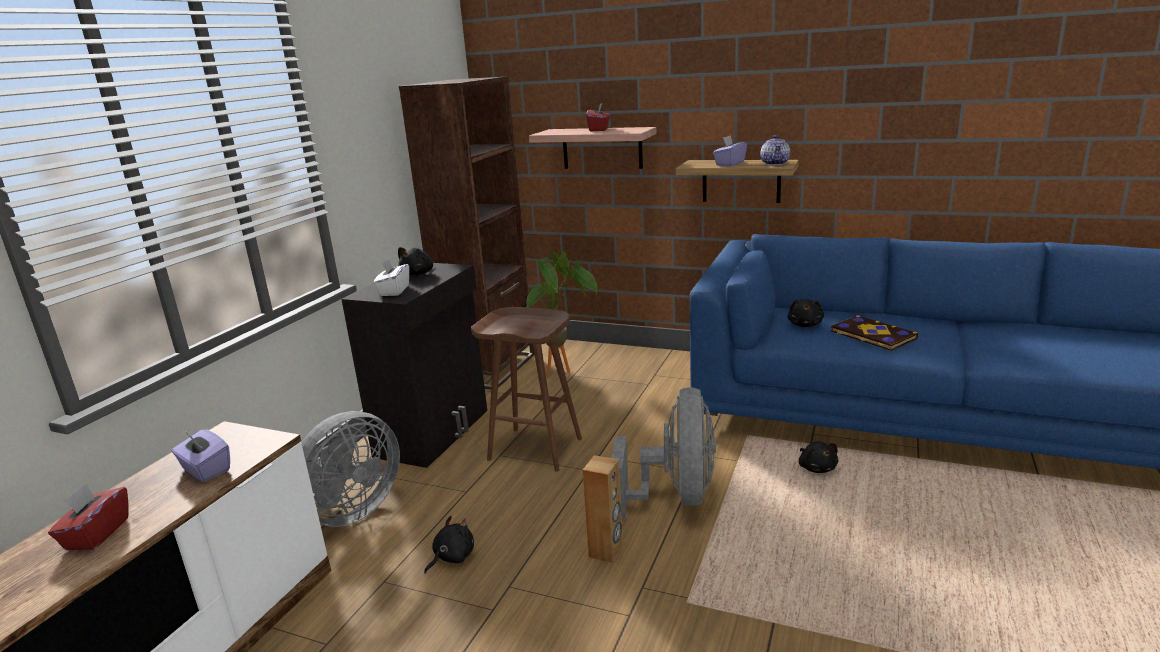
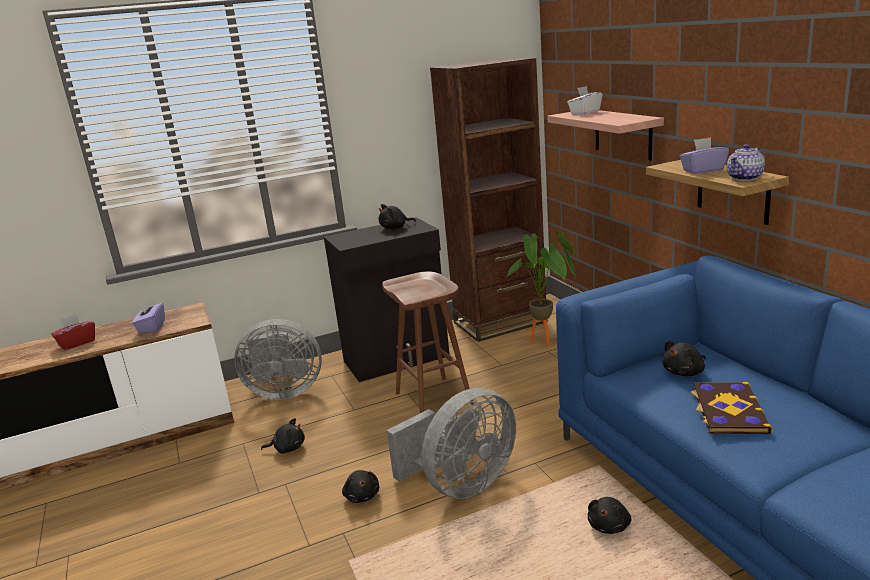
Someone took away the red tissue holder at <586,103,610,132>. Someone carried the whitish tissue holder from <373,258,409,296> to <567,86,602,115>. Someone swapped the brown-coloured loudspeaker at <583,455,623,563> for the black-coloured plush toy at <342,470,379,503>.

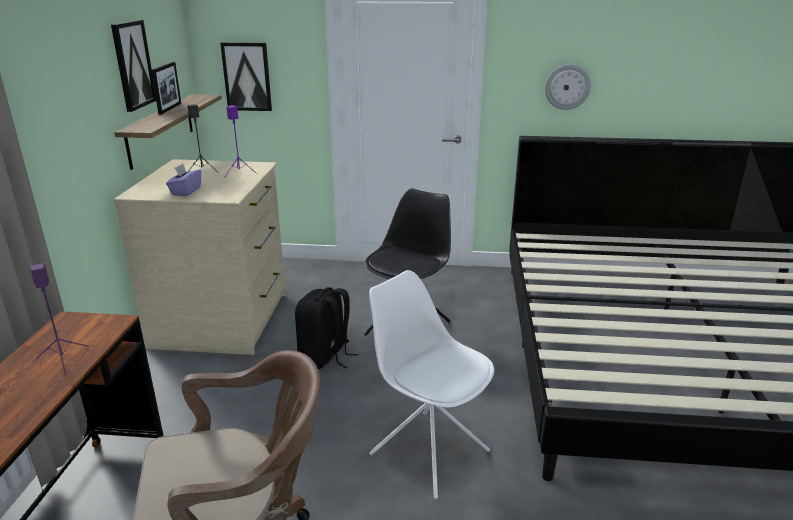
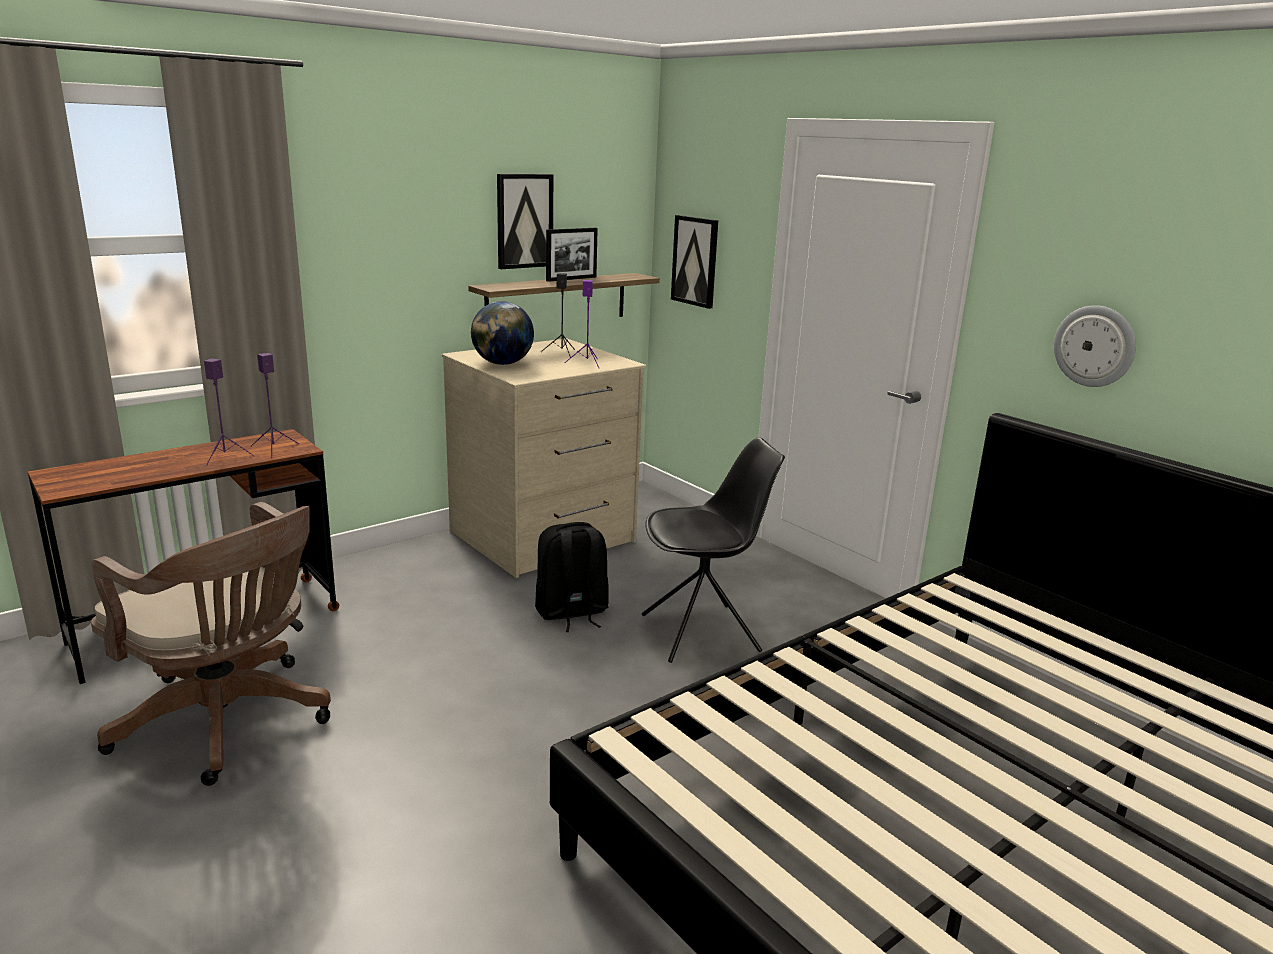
Someone swapped the purple tissue holder at <166,164,201,196> for the globe at <471,301,534,365>. Someone took away the whitish upright chair at <369,270,494,499>. Someone put down the purple loudspeaker at <251,353,299,458>.

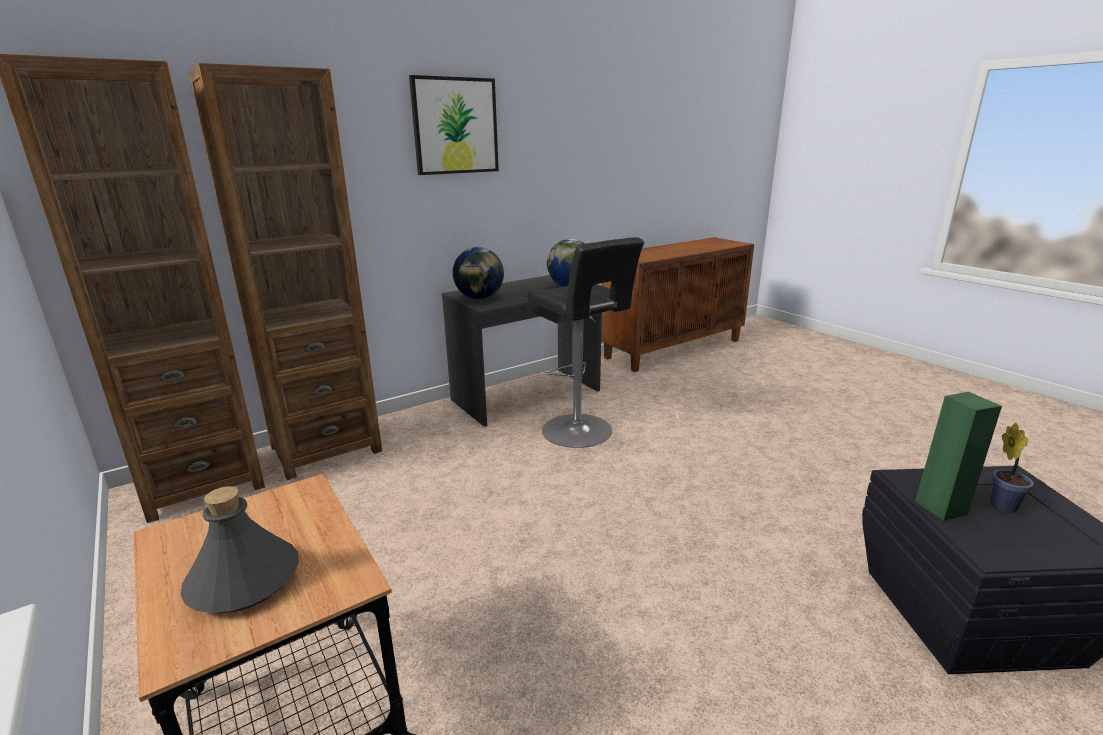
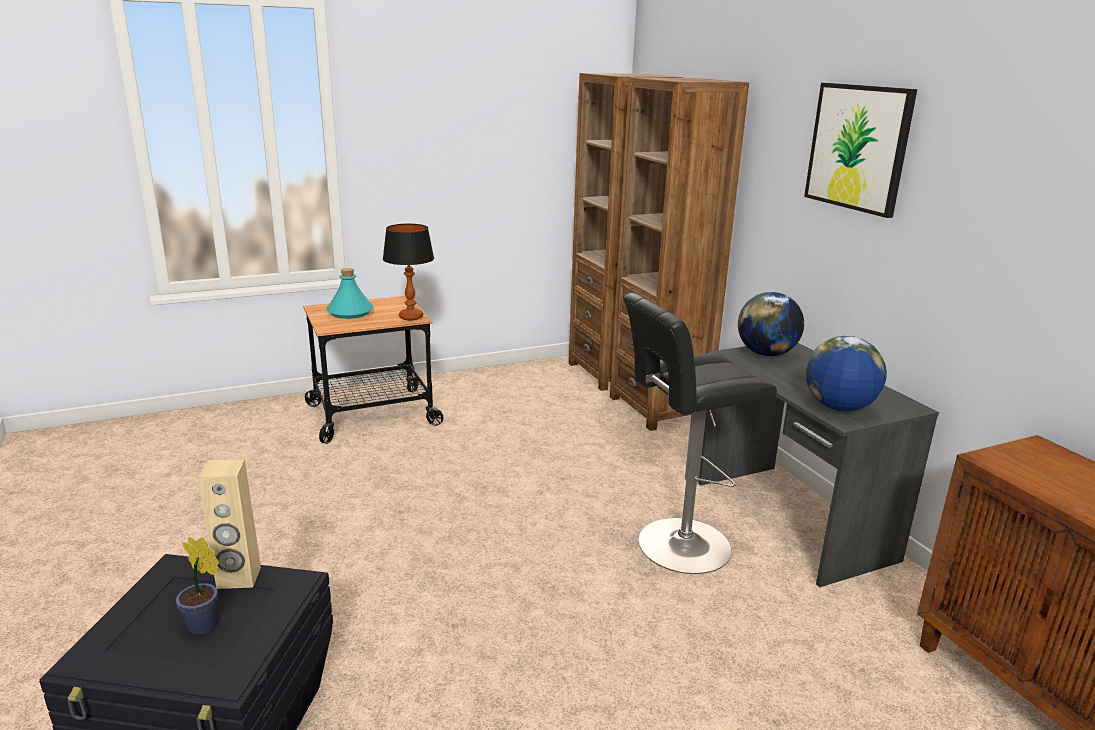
Someone repainted the green loudspeaker at <915,392,1002,521>, which became the sand-coloured loudspeaker at <198,459,261,589>. Someone repainted the grey beverage bottle at <180,486,299,613>, which became the blue-green beverage bottle at <327,268,374,319>. Someone put down the lamp for a table at <383,224,434,321>.

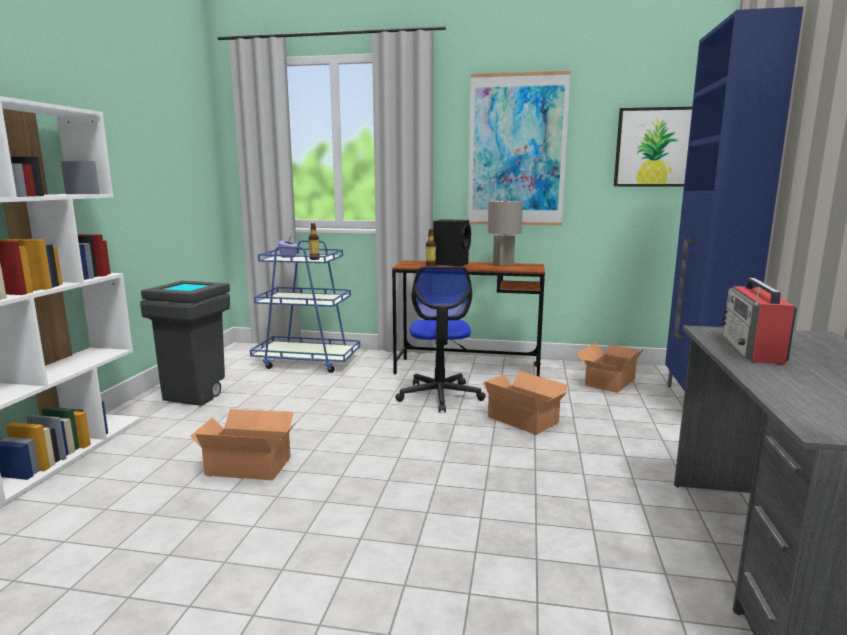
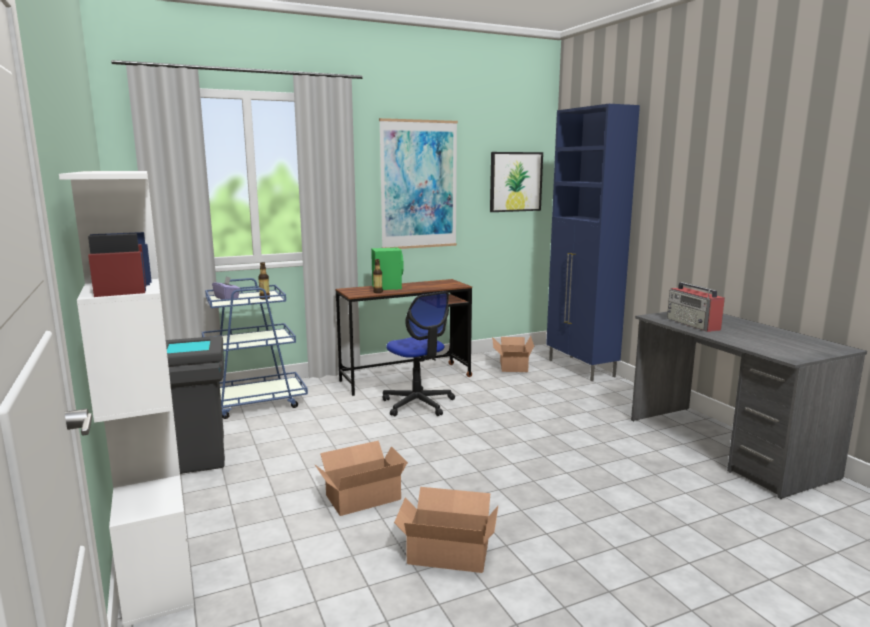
Someone took away the grey lamp for a table at <488,201,523,266>. Someone repainted the black-coloured loudspeaker at <433,219,471,266>, which became the green loudspeaker at <371,247,404,290>. Someone carried the packing box from <482,371,568,435> to <394,487,498,573>.

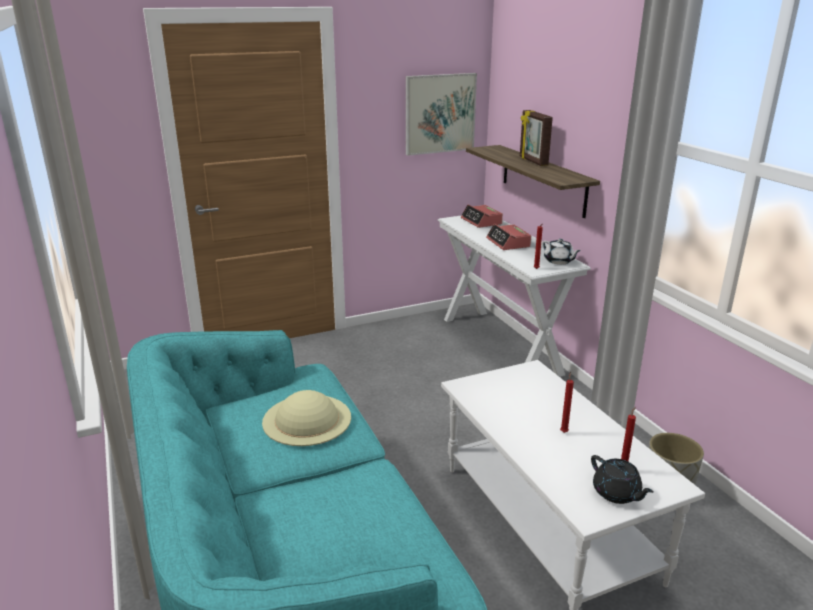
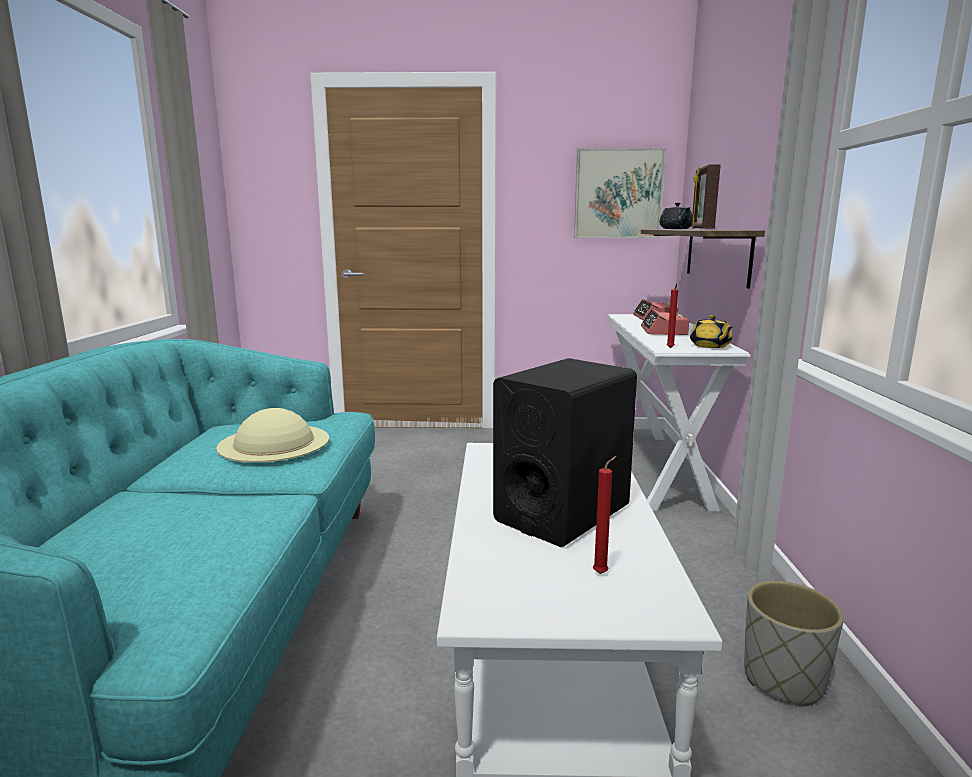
Someone repainted the whitish teapot at <542,239,580,265>, which became the yellow-coloured teapot at <690,315,733,348>. Someone swapped the red candle at <560,372,574,433> for the black-coloured loudspeaker at <493,358,637,547>. Someone carried the black-coloured teapot from <591,455,654,504> to <659,203,692,229>.

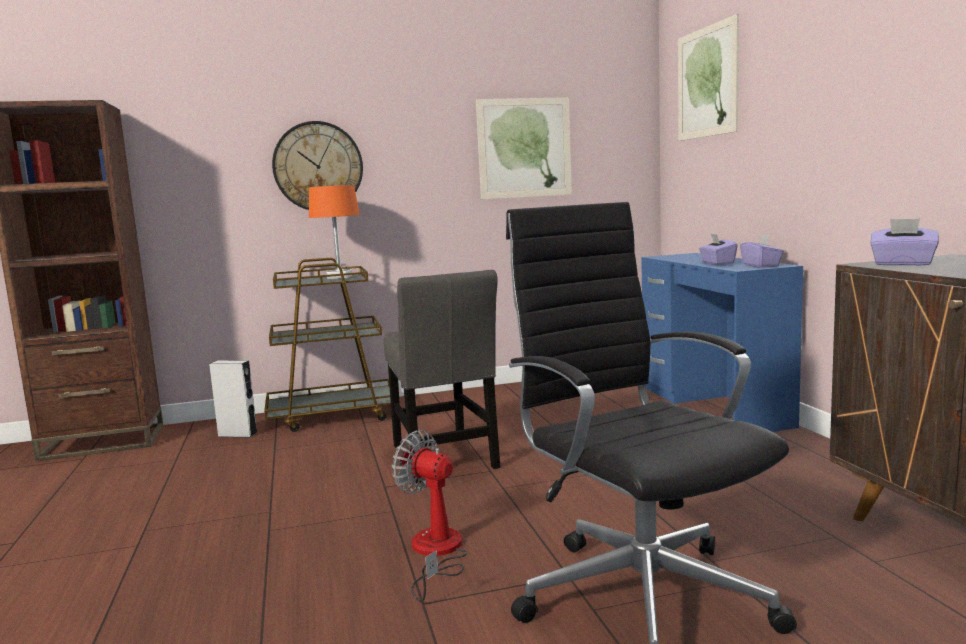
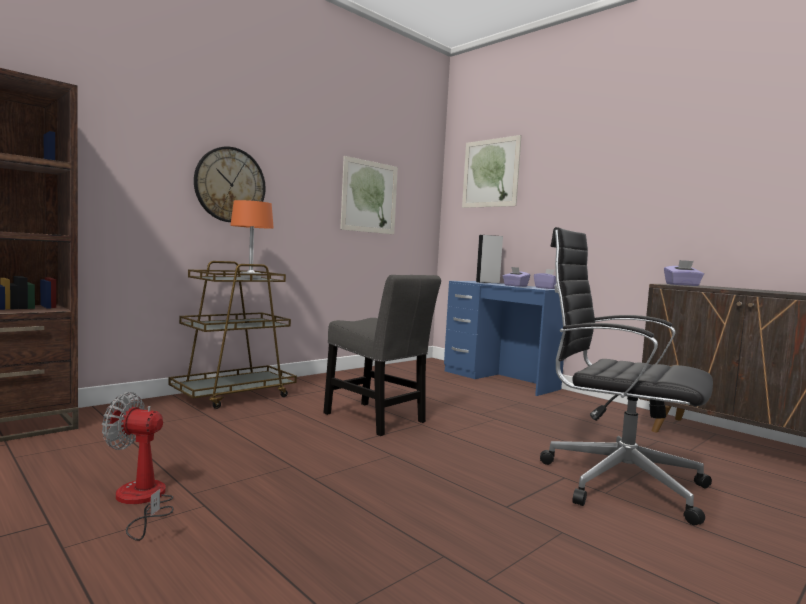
Someone carried the grey loudspeaker from <209,360,257,438> to <476,235,503,283>. Someone carried the electric fan from <392,430,467,602> to <102,392,174,541>.

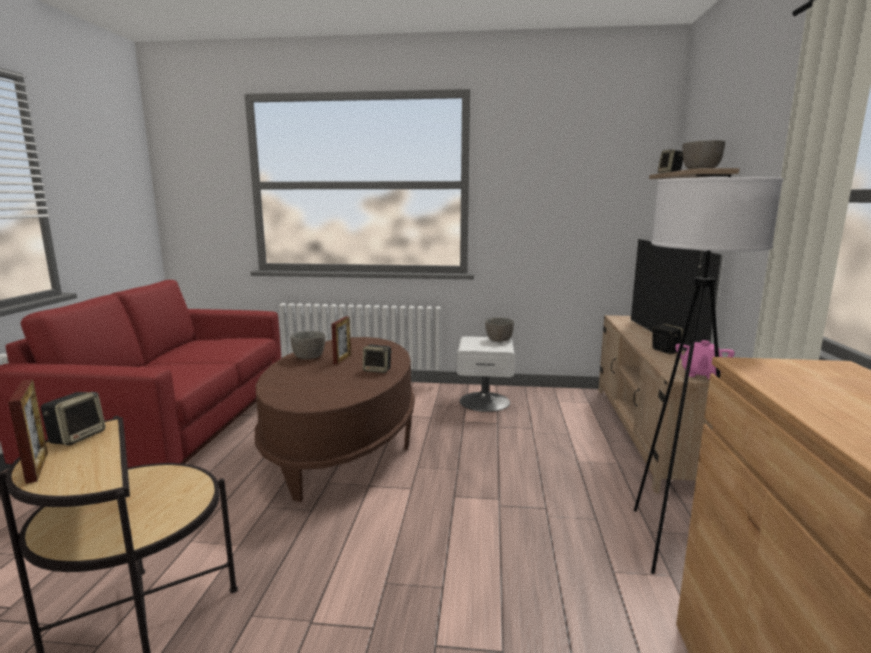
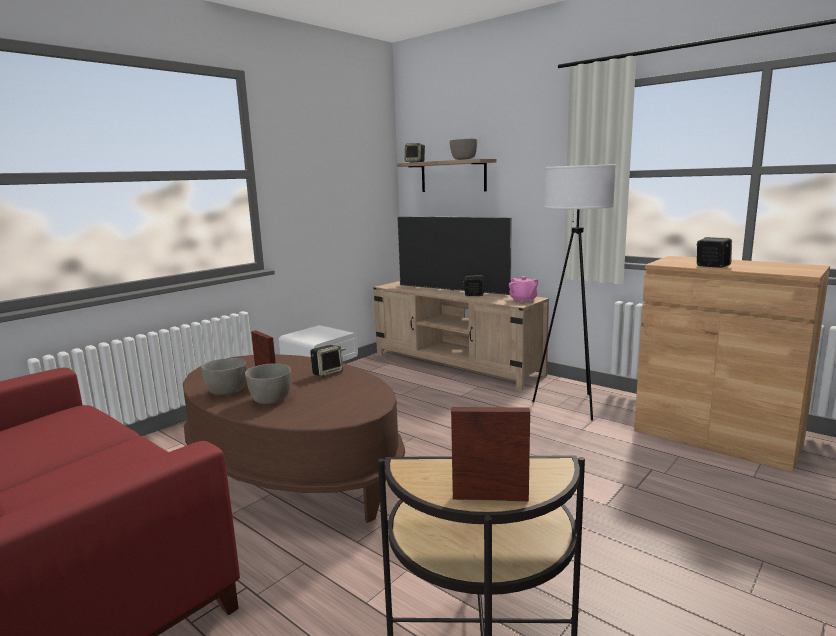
Someone carried the grey deep dish from <485,318,514,342> to <245,363,291,404>. Someone carried the loudspeaker from <41,392,105,446> to <696,237,732,268>.

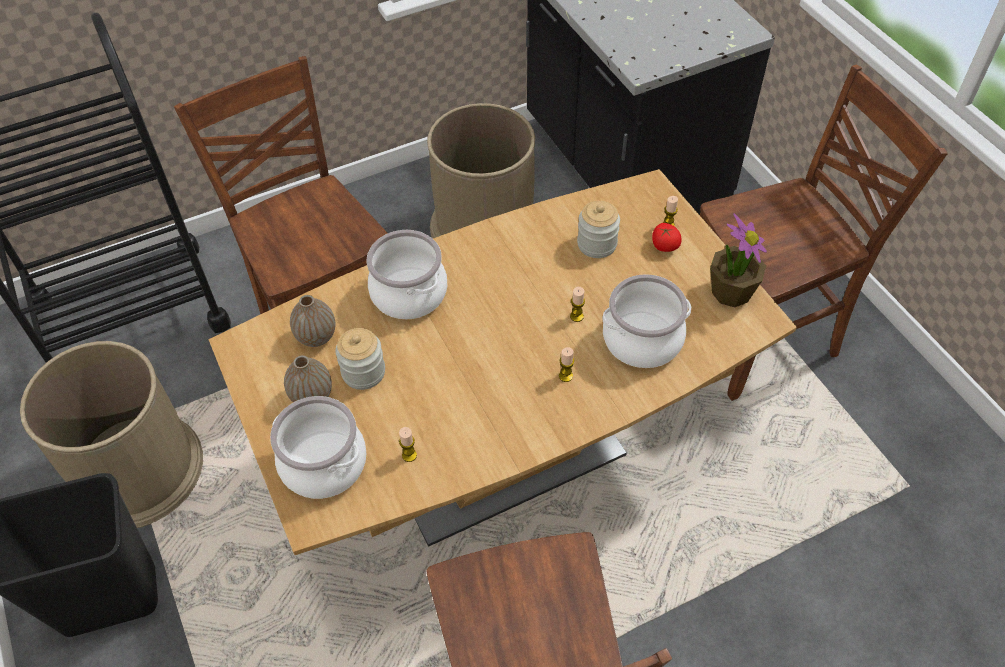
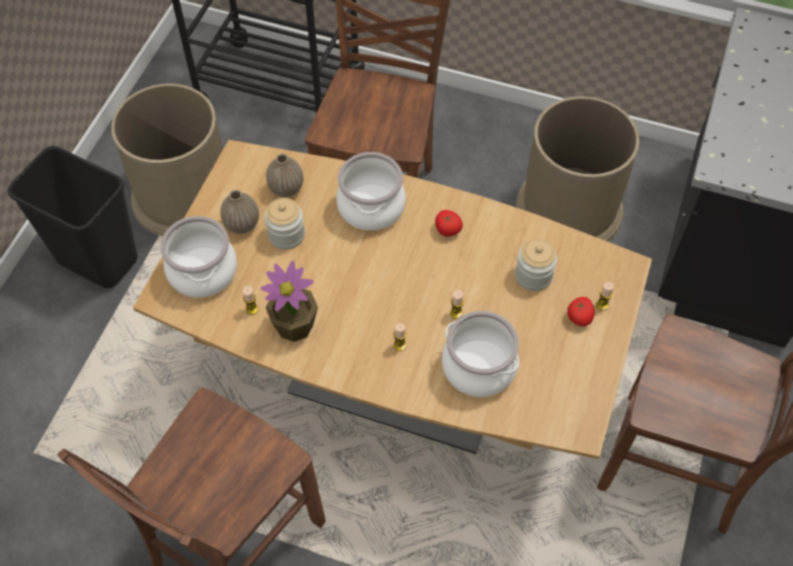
Someone carried the houseplant from <710,213,767,307> to <261,261,318,342>. Someone put down the tomato at <435,210,463,237>.

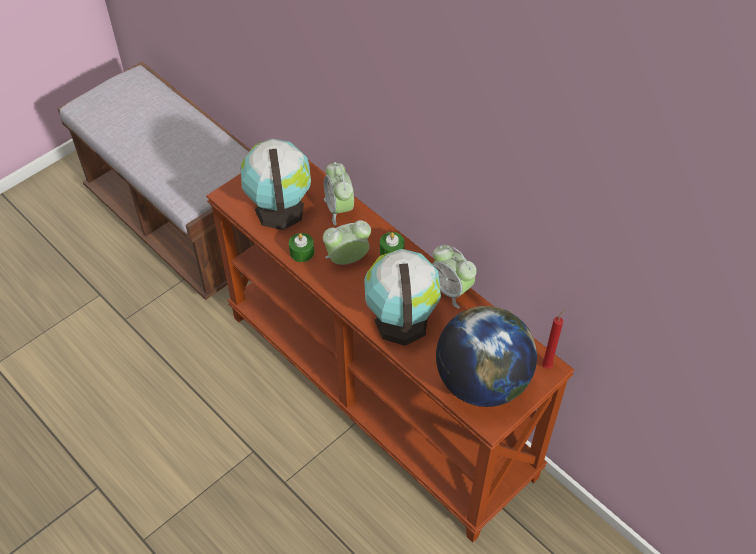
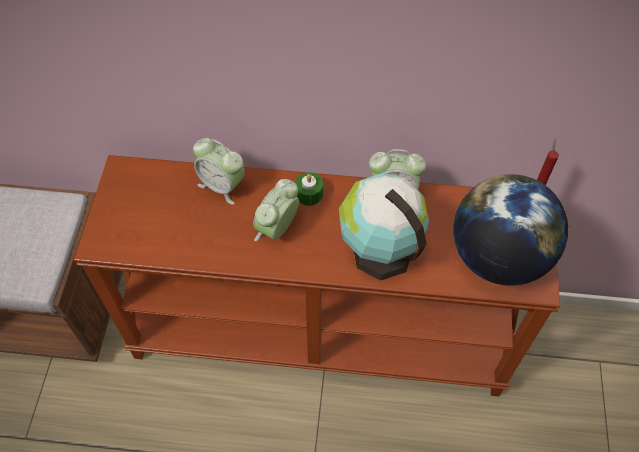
Someone took away the globe at <241,139,311,230>. Someone took away the green candle at <289,233,314,262>.

